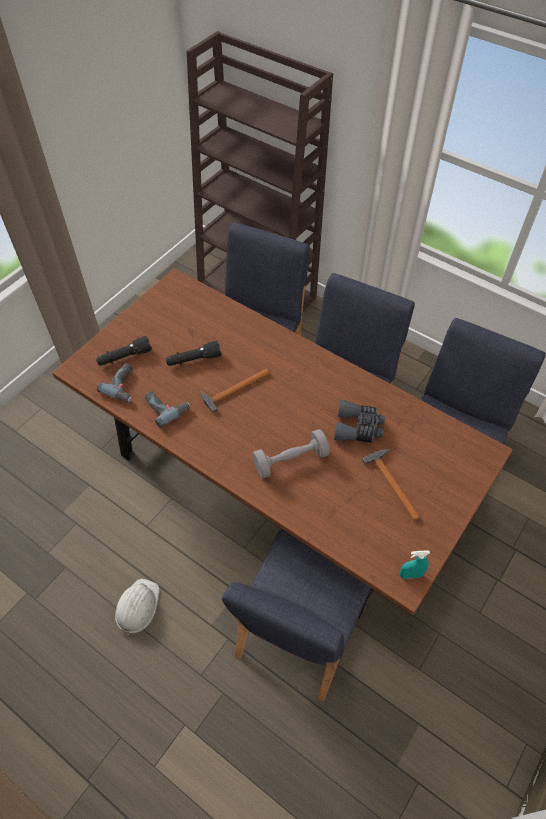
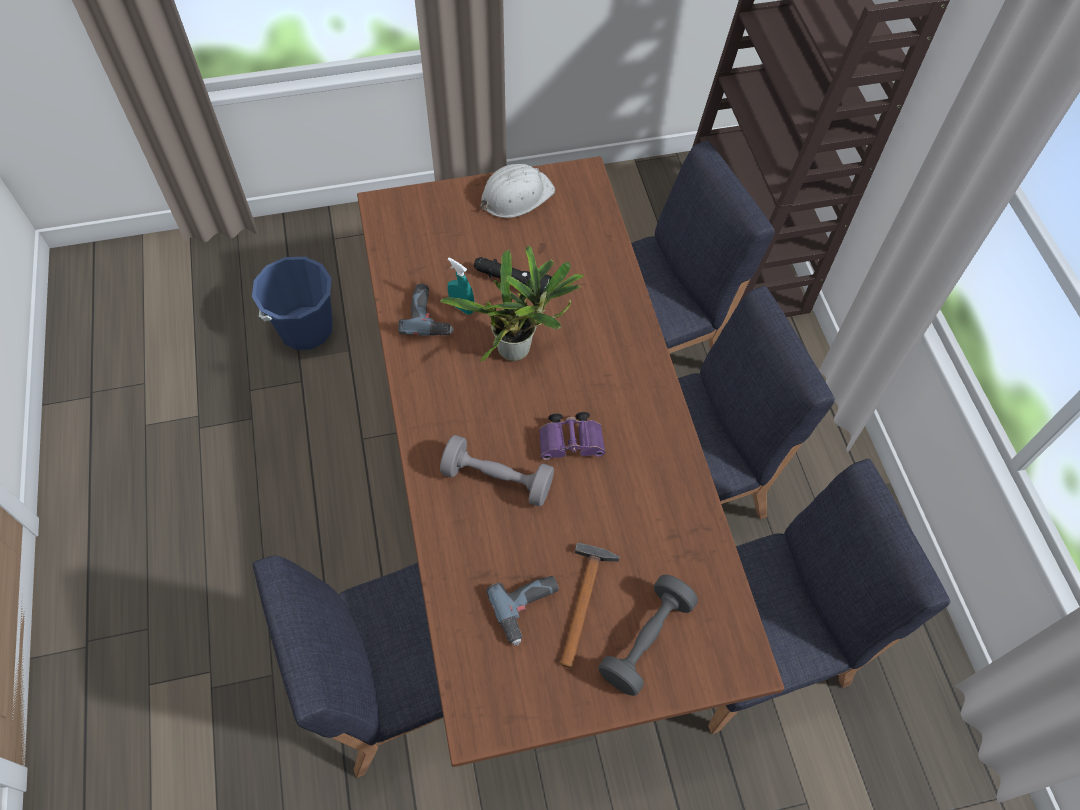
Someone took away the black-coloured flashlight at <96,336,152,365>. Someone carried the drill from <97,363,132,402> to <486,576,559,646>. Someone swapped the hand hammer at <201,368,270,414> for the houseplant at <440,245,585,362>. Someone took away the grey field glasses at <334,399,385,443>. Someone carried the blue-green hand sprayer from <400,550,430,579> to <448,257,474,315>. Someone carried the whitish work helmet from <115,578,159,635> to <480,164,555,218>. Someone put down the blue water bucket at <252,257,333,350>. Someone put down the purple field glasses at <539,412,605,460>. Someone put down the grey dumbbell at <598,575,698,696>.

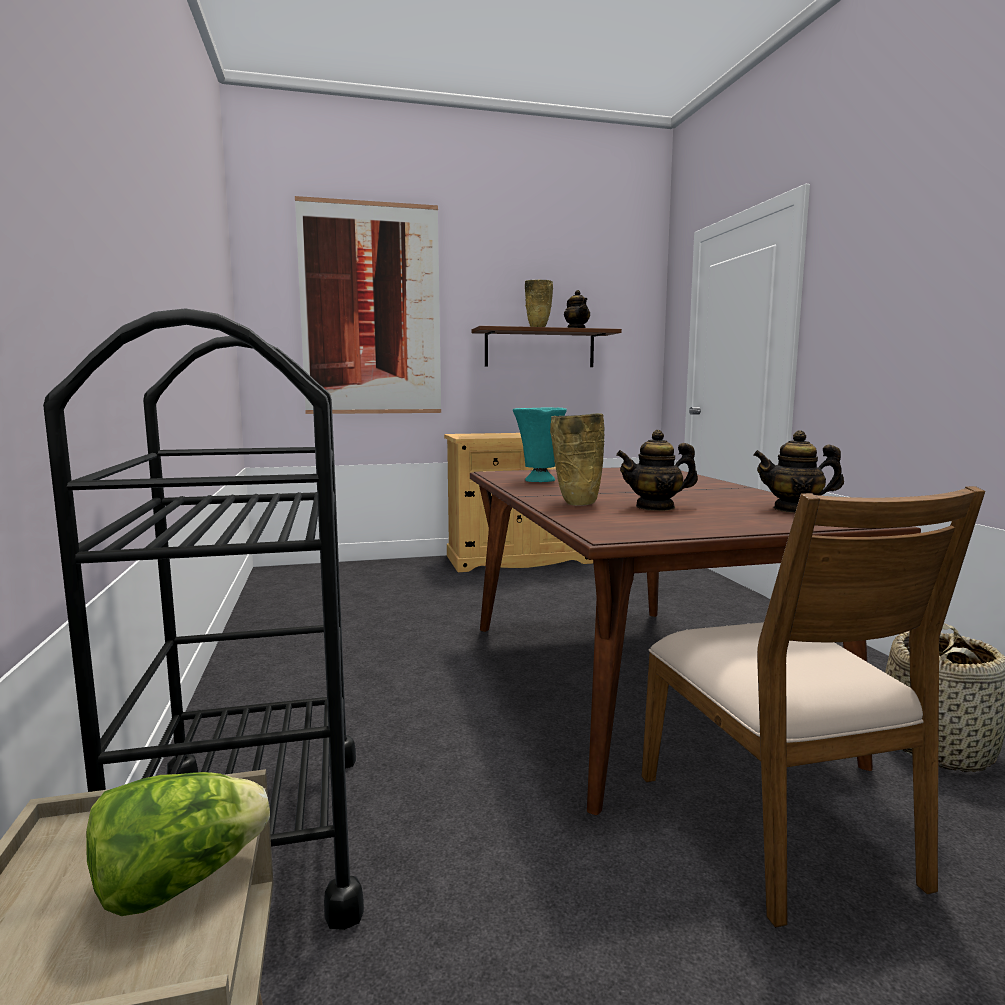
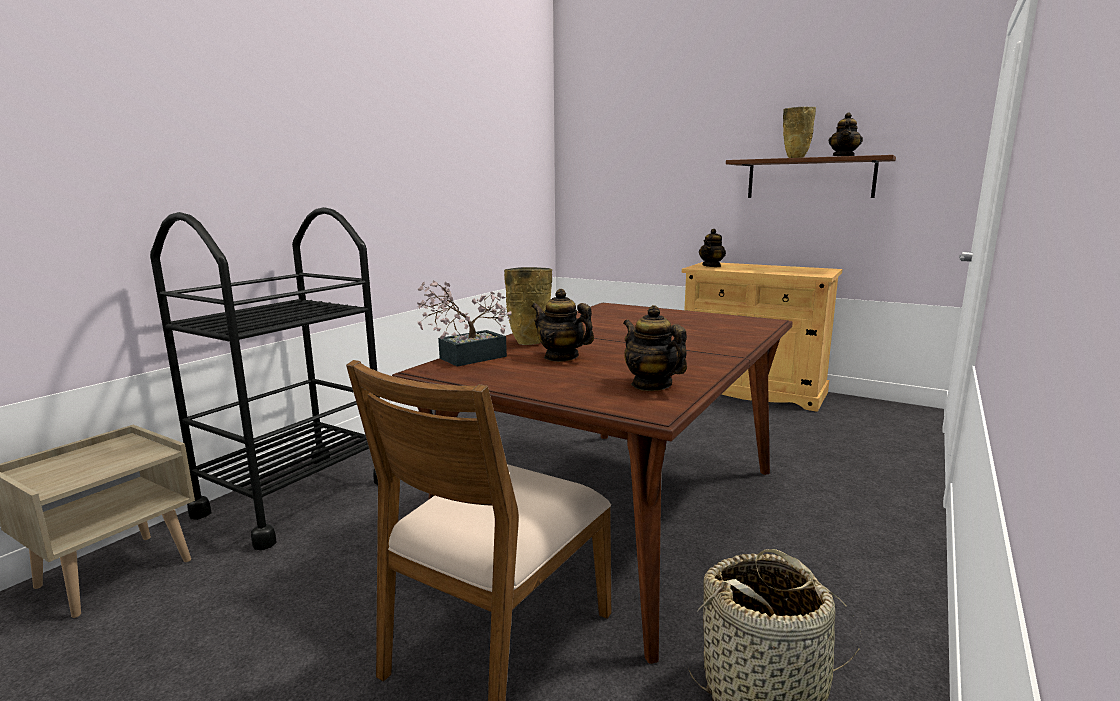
Someone took away the wall picture at <295,196,441,414>. Someone took away the blue-green decorative vase at <513,408,567,482>. Someone took away the lettuce at <86,772,270,916>. Someone put down the teapot at <699,229,726,267>. Someone put down the houseplant at <417,280,512,367>.

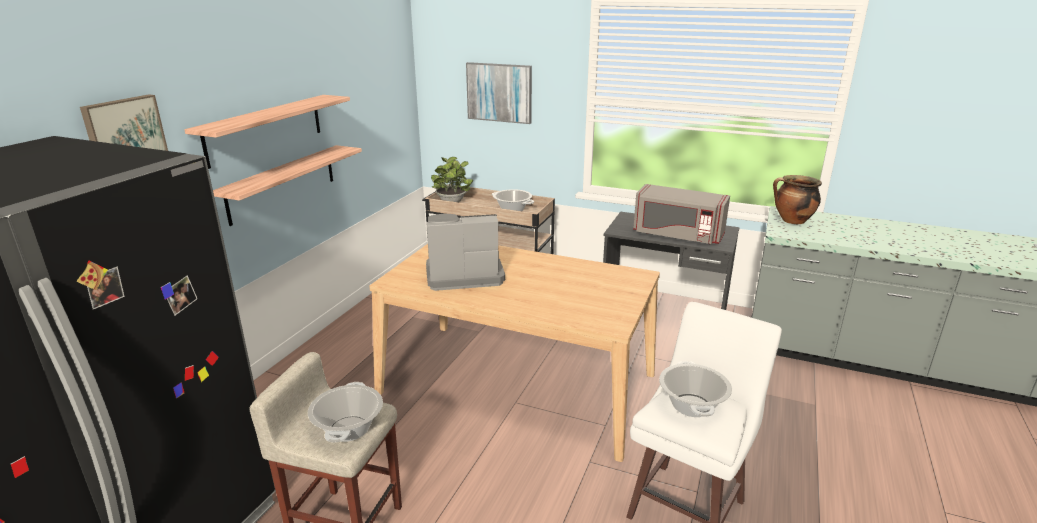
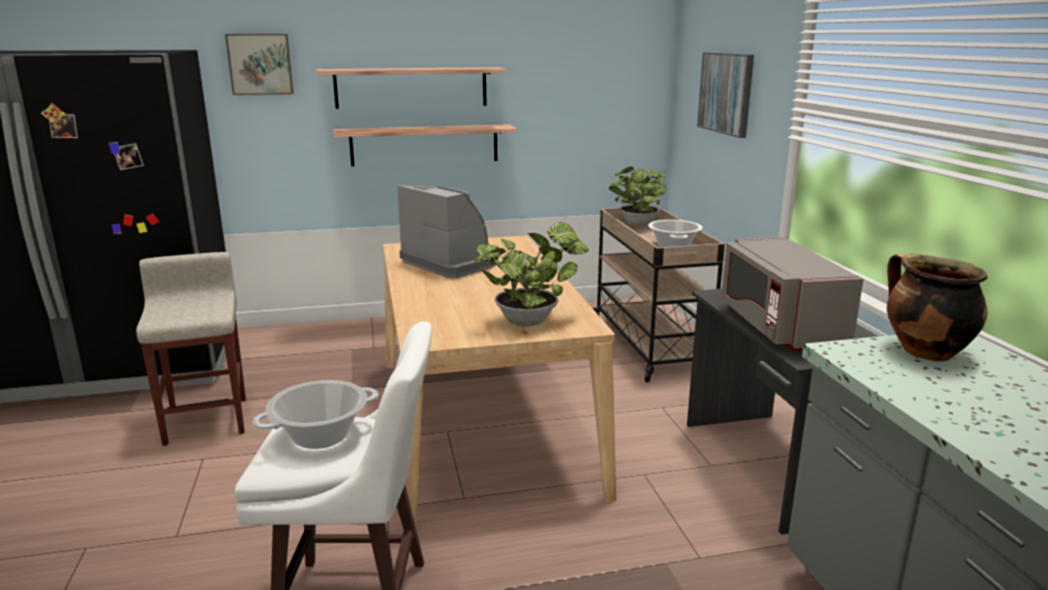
Someone took away the cooking pot at <308,382,383,443>. Someone put down the houseplant at <475,222,589,326>.

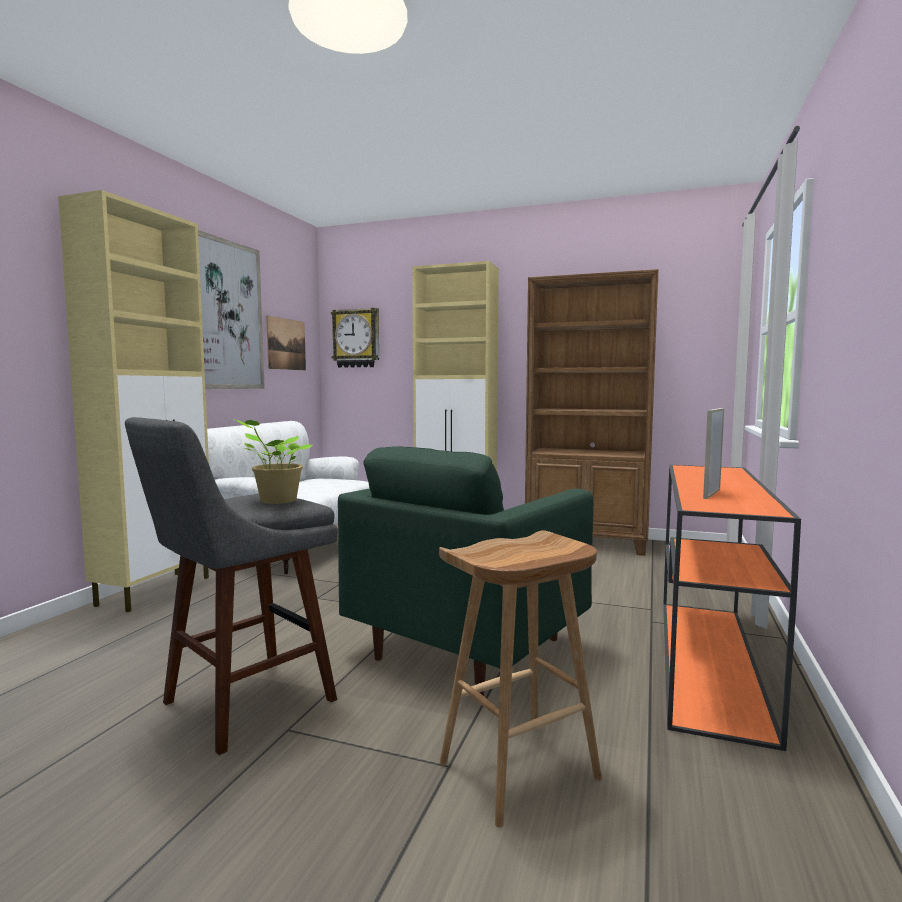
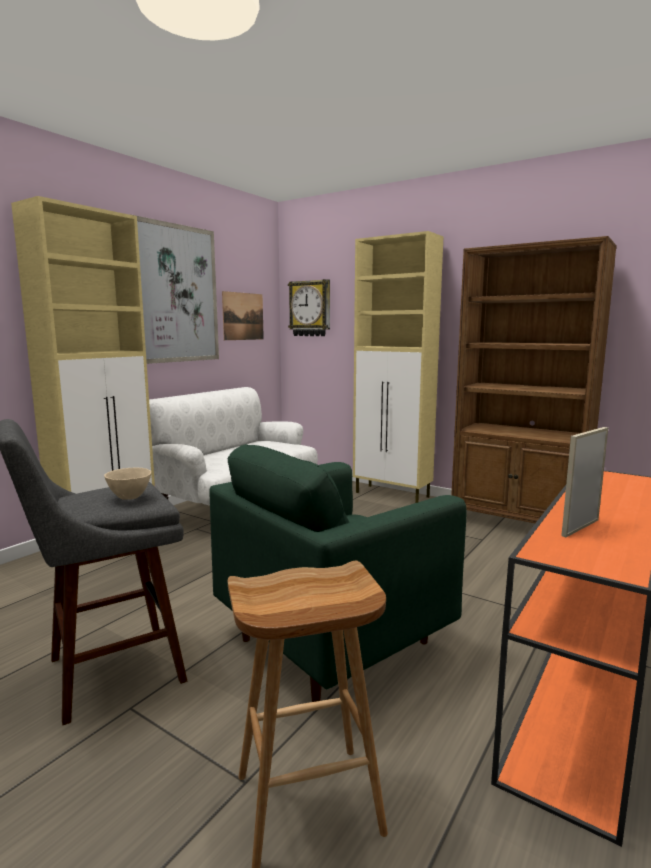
Someone swapped the houseplant at <234,419,312,504> for the sand-coloured deep dish at <104,468,151,500>.

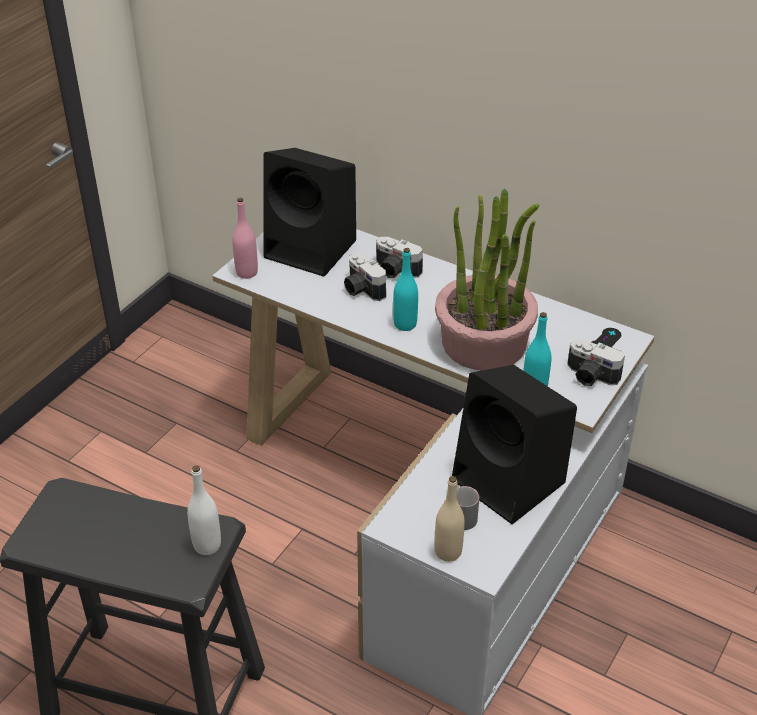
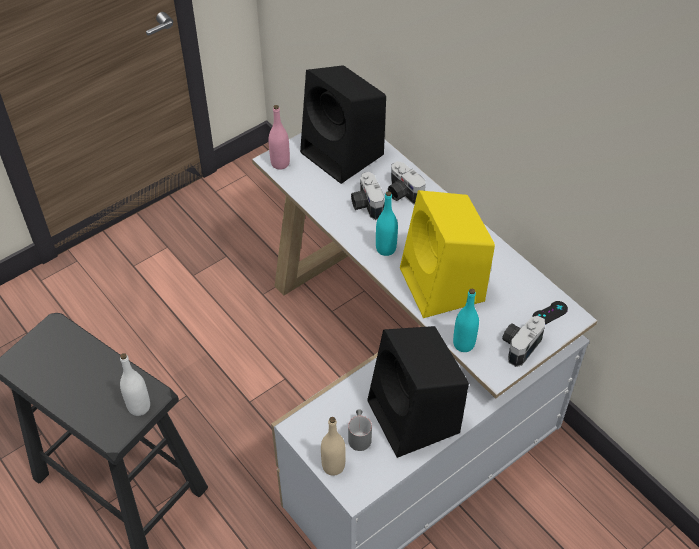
Someone swapped the houseplant at <435,189,539,370> for the yellow-coloured loudspeaker at <400,190,495,318>. Someone rotated the still camera at <567,339,625,386> by 75 degrees clockwise.

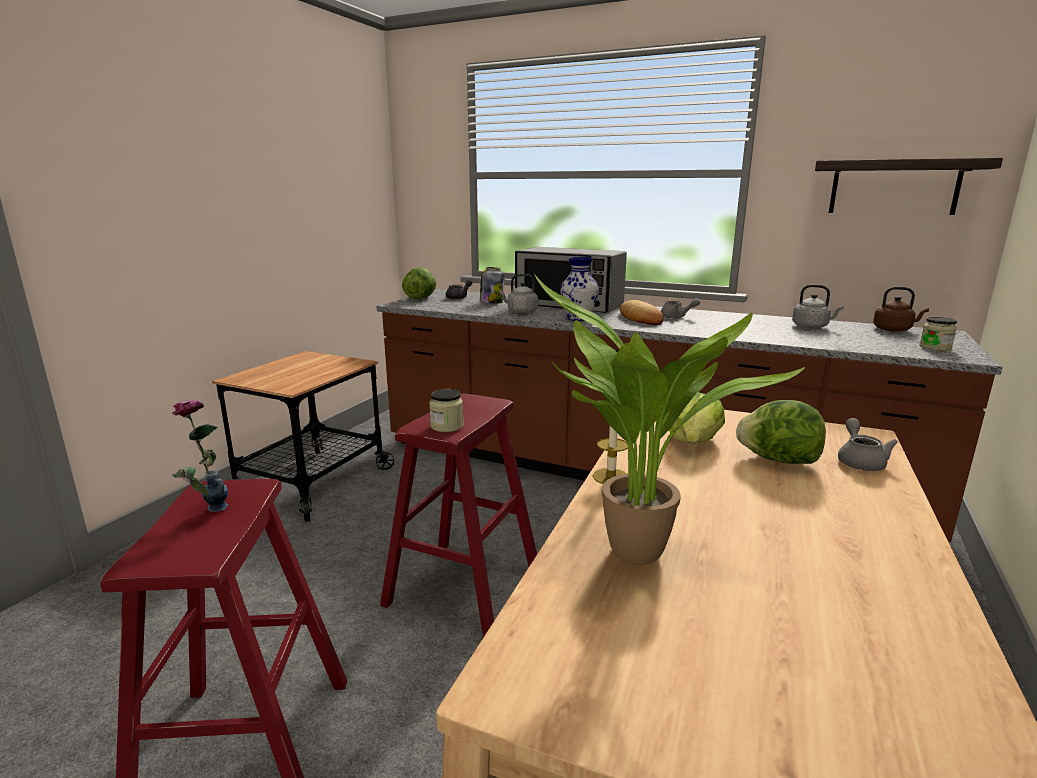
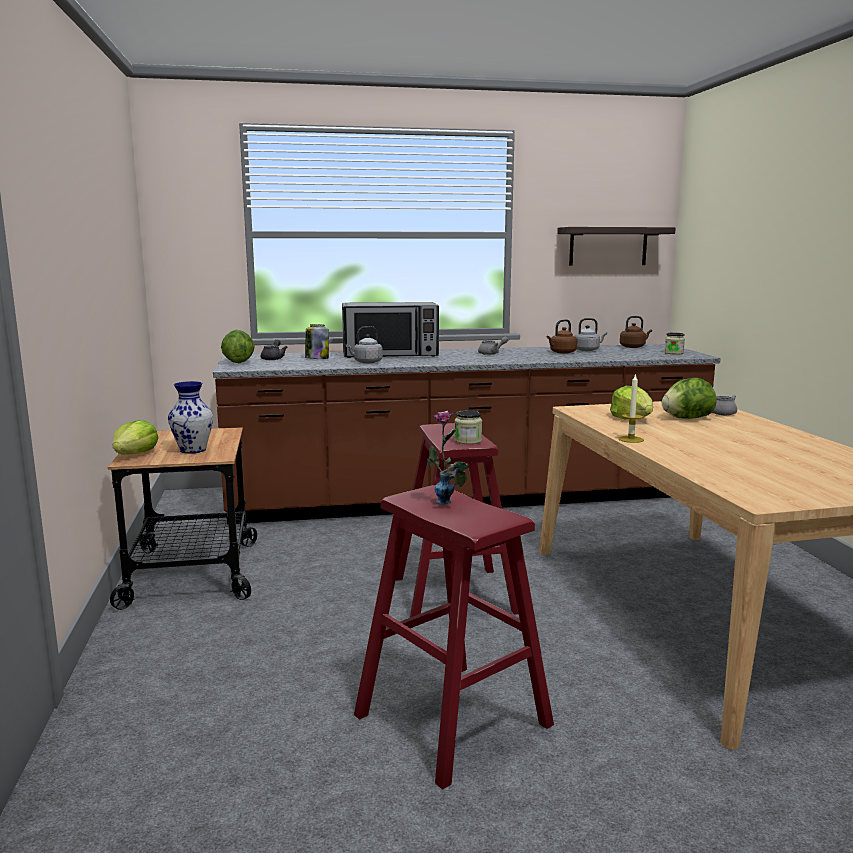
Someone carried the decorative vase from <560,257,599,321> to <168,381,213,454>. Someone took away the houseplant at <534,274,805,565>. Someone took away the bakery bread at <620,300,664,325>. Someone put down the brown-coloured tea kettle at <547,319,577,354>. Someone put down the lettuce at <113,420,159,455>.

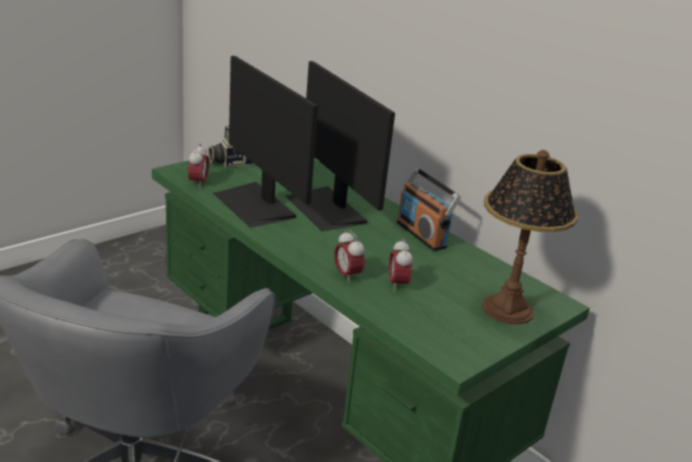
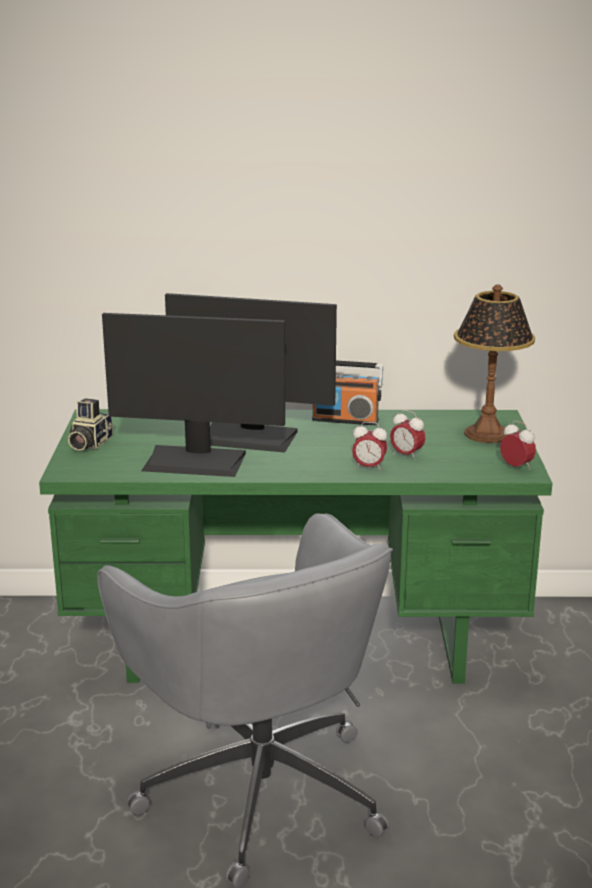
Someone carried the bedside clock from <188,143,209,188> to <500,421,536,470>.

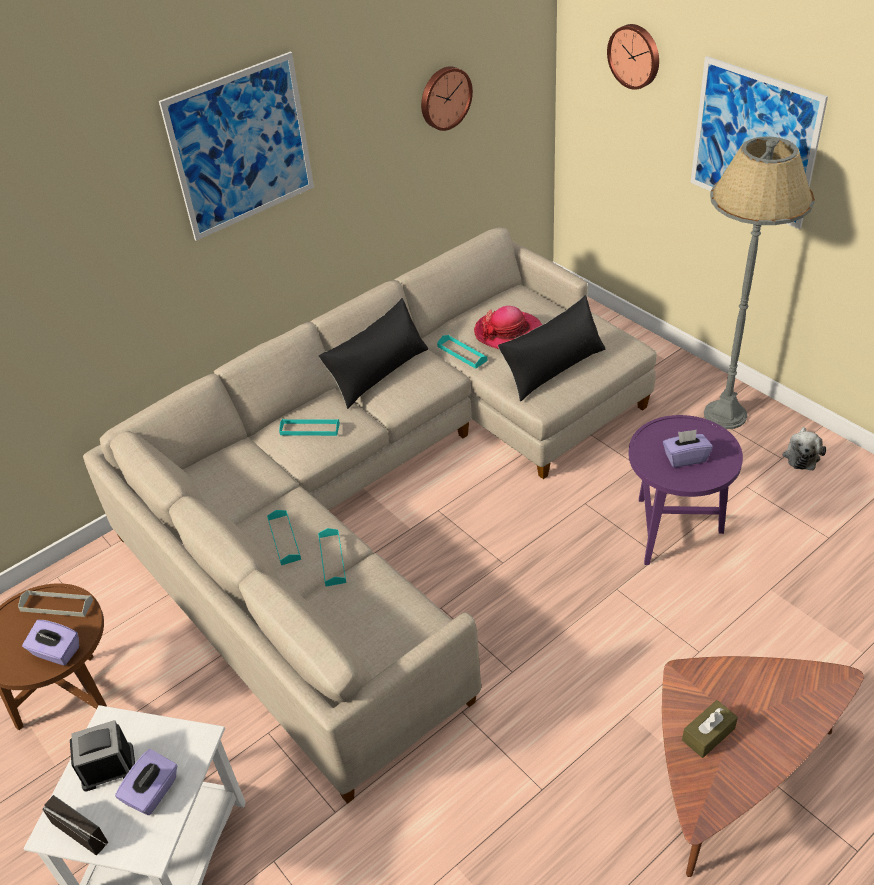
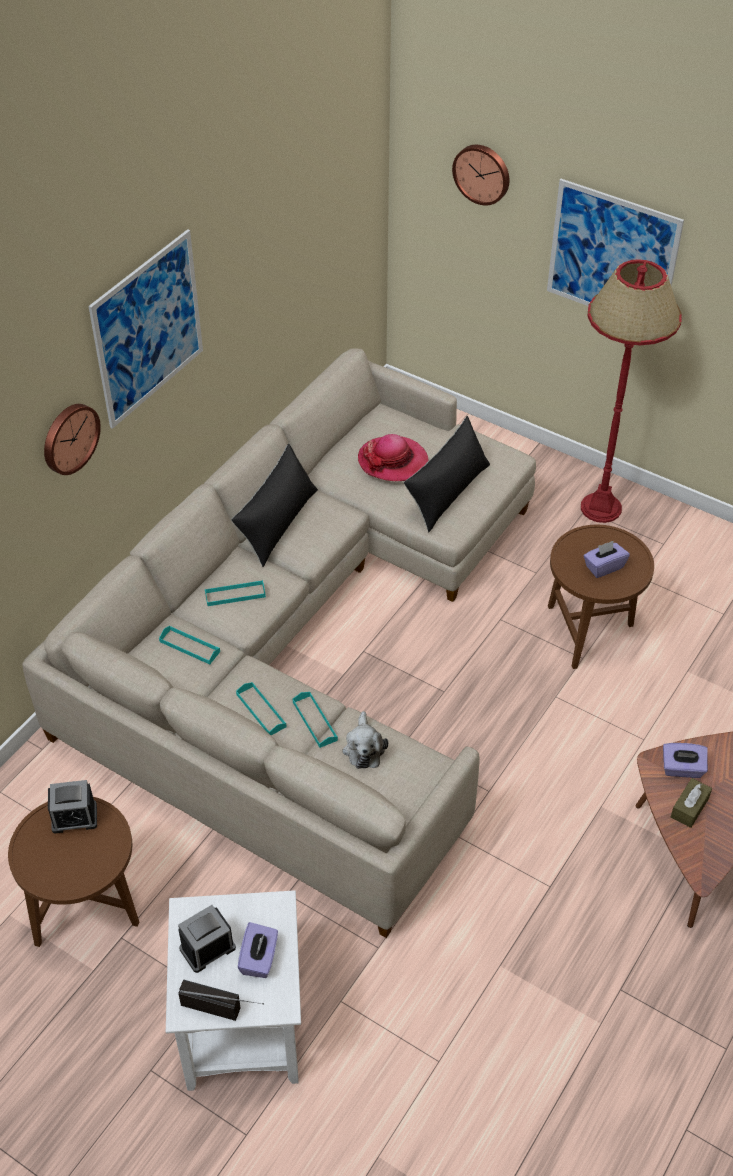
Someone carried the wall clock from <421,66,473,131> to <44,404,101,475>. Someone repainted the grey standing lamp at <704,137,815,429>, which became the red standing lamp at <581,259,682,523>. Someone carried the blue-green tray from <437,335,487,369> to <159,626,220,664>. Someone repainted the purple side table at <628,415,743,565>, which became the brown-coloured side table at <548,525,654,669>. Someone carried the plush toy from <783,427,826,470> to <343,711,388,769>. Someone swapped the grey tray at <18,590,93,617> for the bedside clock at <48,780,97,833>. Someone carried the purple tissue holder from <22,620,79,666> to <663,743,708,778>.

